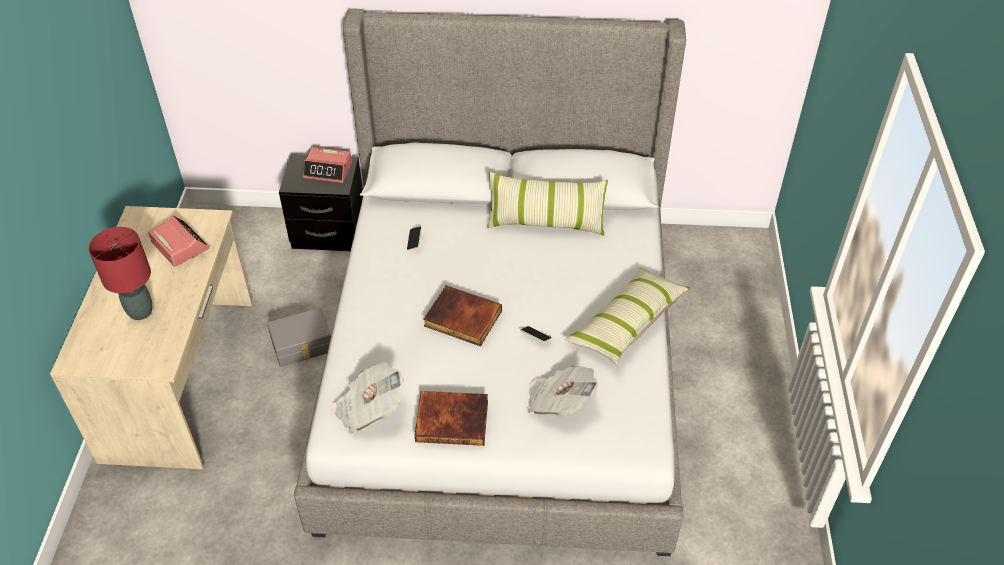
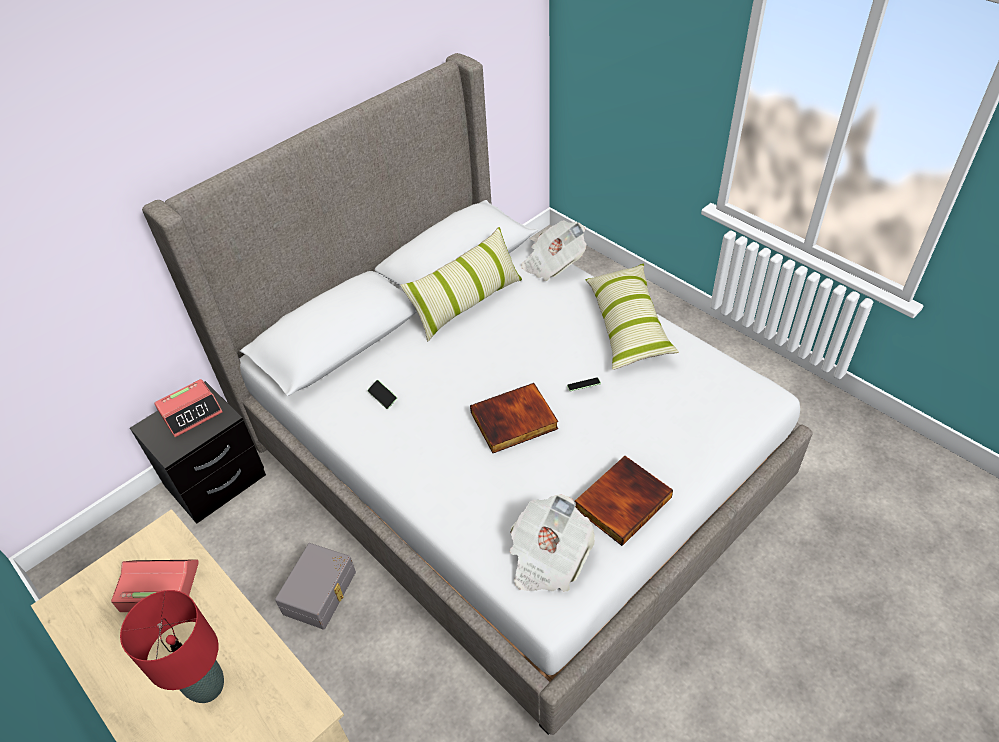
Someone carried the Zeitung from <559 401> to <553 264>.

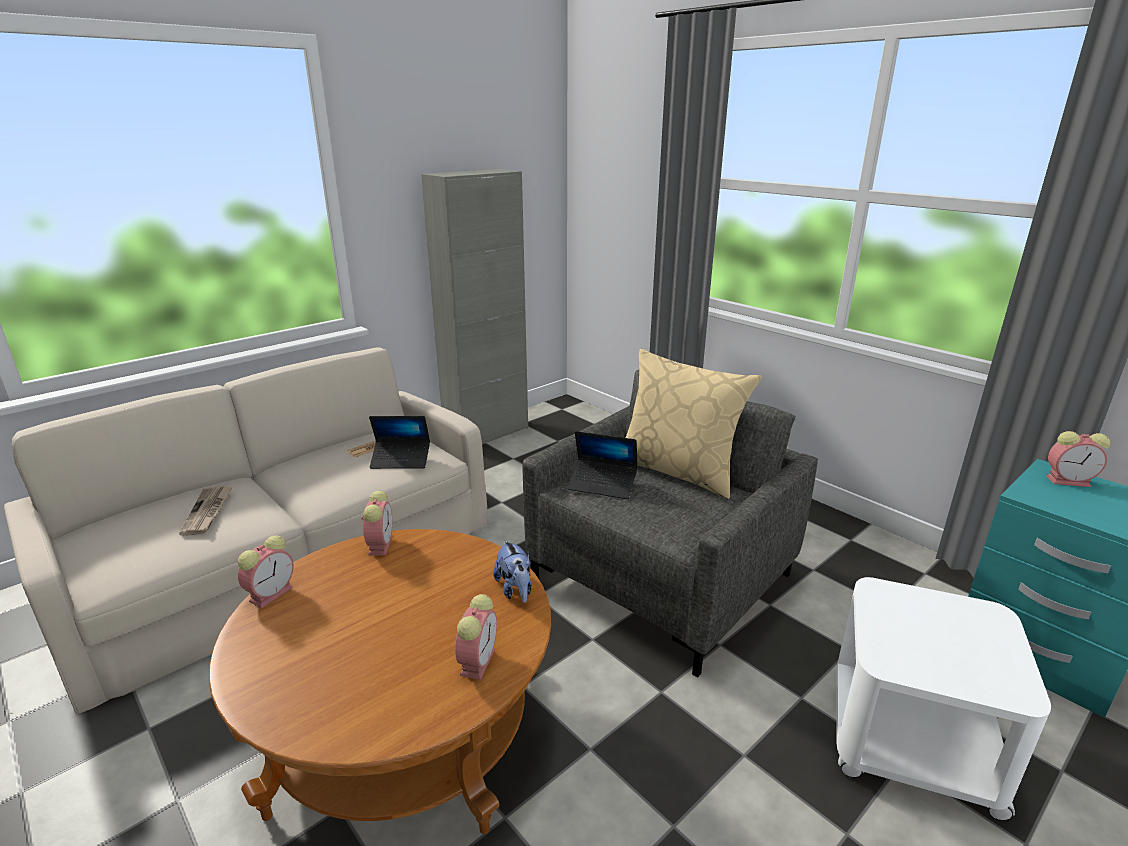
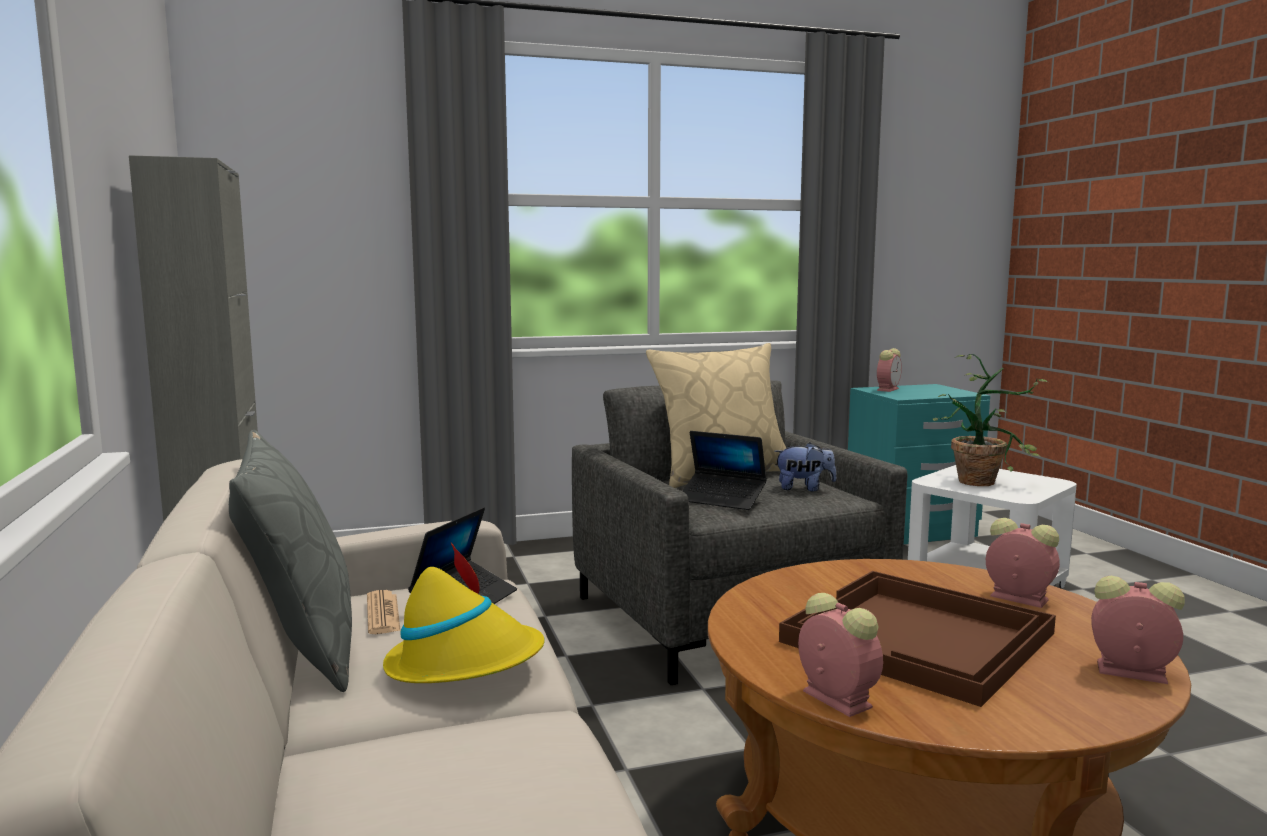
Someone rotated the Laptop at <603 484> by 75 degrees clockwise.
Someone took away the Zeitung at <208 512>.
Someone carried the Wecker from <380 544> to <1128 672>.
Someone carried the Plüschtier from <515 590> to <804 488>.
Someone put down the Topfpflanze at <984 481>.
Someone put down the Kissen [grau] at <301 646>.
Someone put down the Hut [gelb] at <464 663>.
Someone put down the Tablett [braun] at <919 639>.

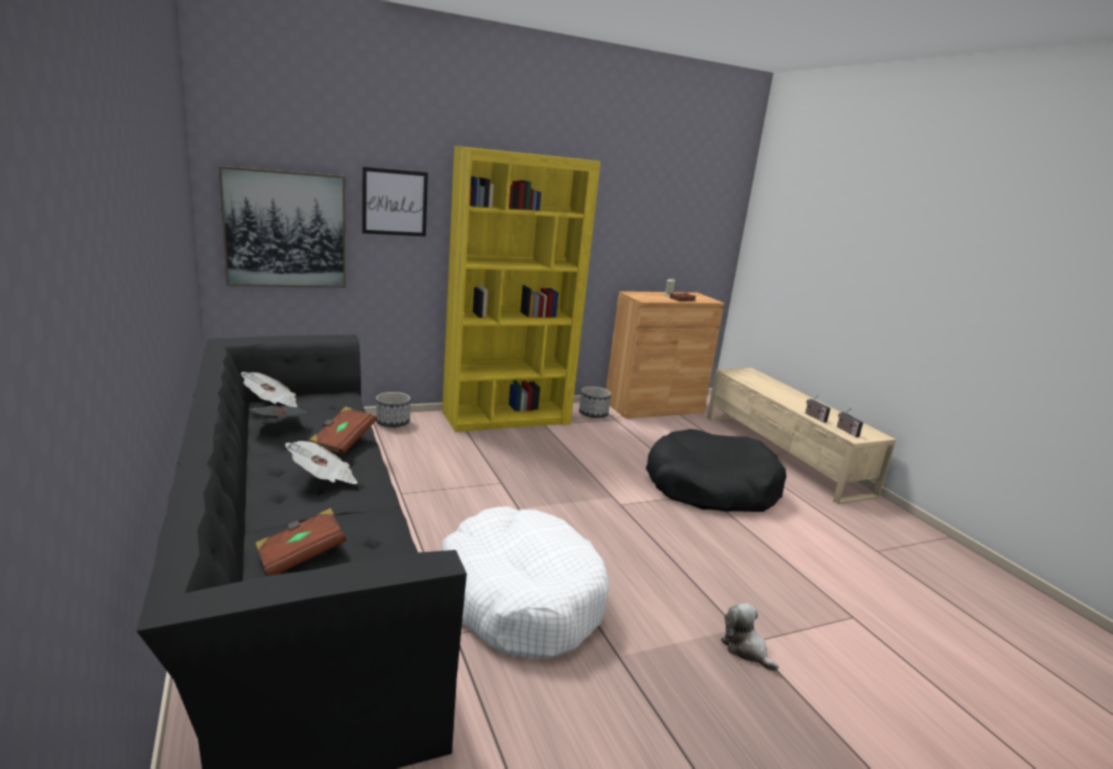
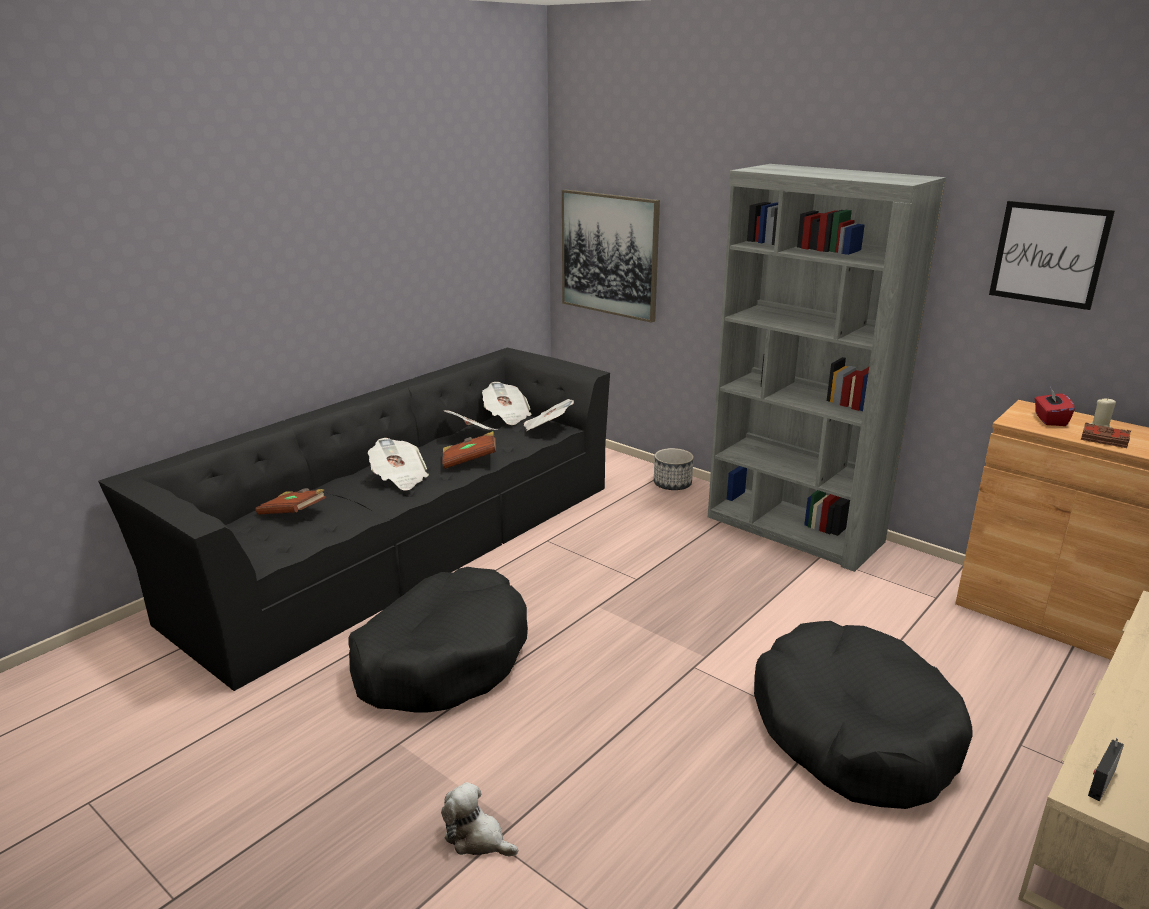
Someone repainted the Bücherregal [gelb] at <507 418>, which became the Bücherregal [grau] at <794 530>.
Someone carried the Bild from <394 202> to <1049 254>.
Someone took away the Pflanzkübel at <593 414>.
Someone took away the Radio at <814 417>.
Someone repainted the Hundebett [weiß] at <520 598>, which became the Hundebett [schwarz] at <442 658>.
Someone rotated the Plüschtier at <746 649> by 90 degrees counterclockwise.
Someone put down the Taschentuchbox [rot] at <1050 420>.
Someone put down the Zeitung at <547 428>.

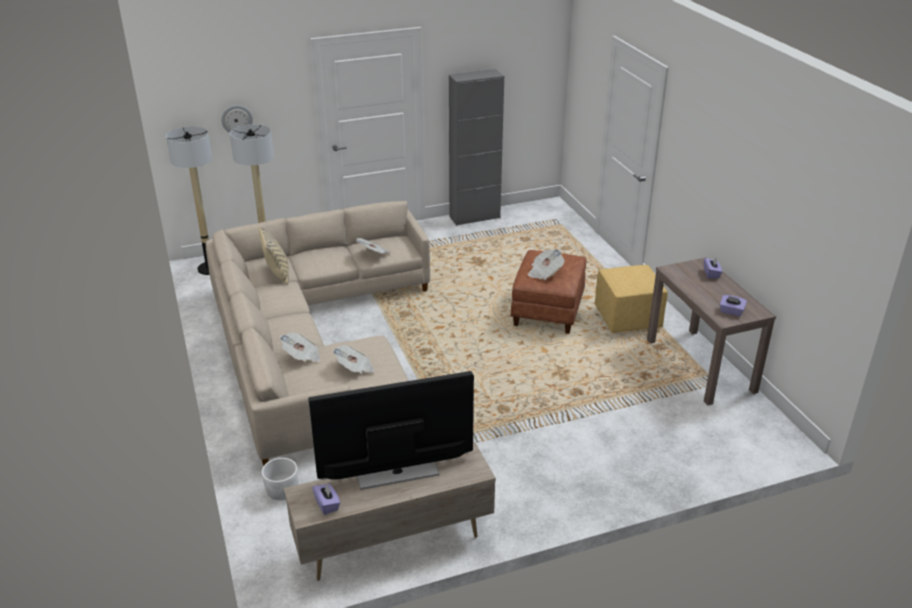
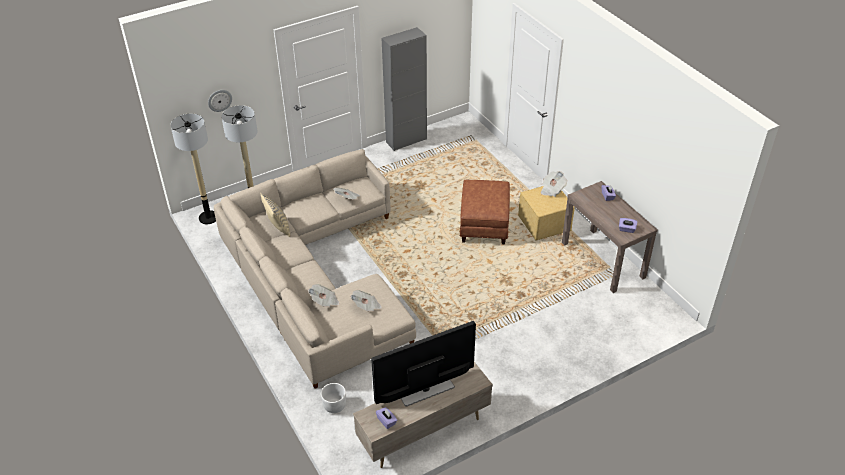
Someone carried the Zeitung from <544 272> to <552 189>.

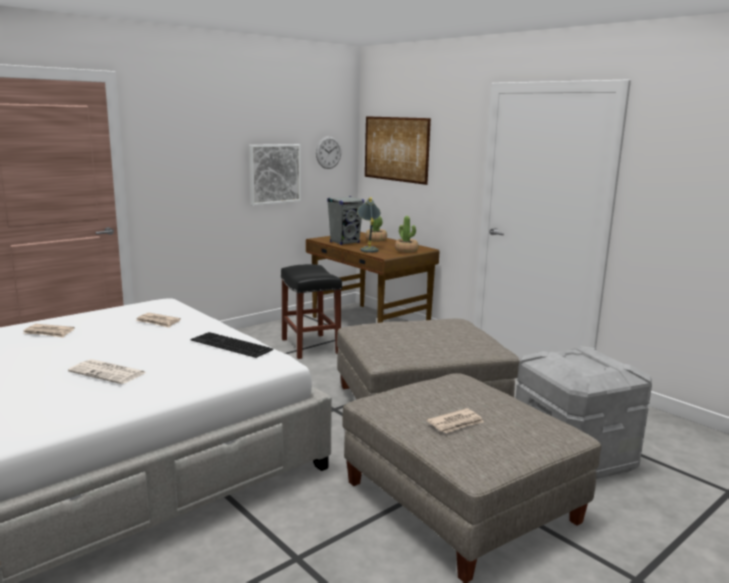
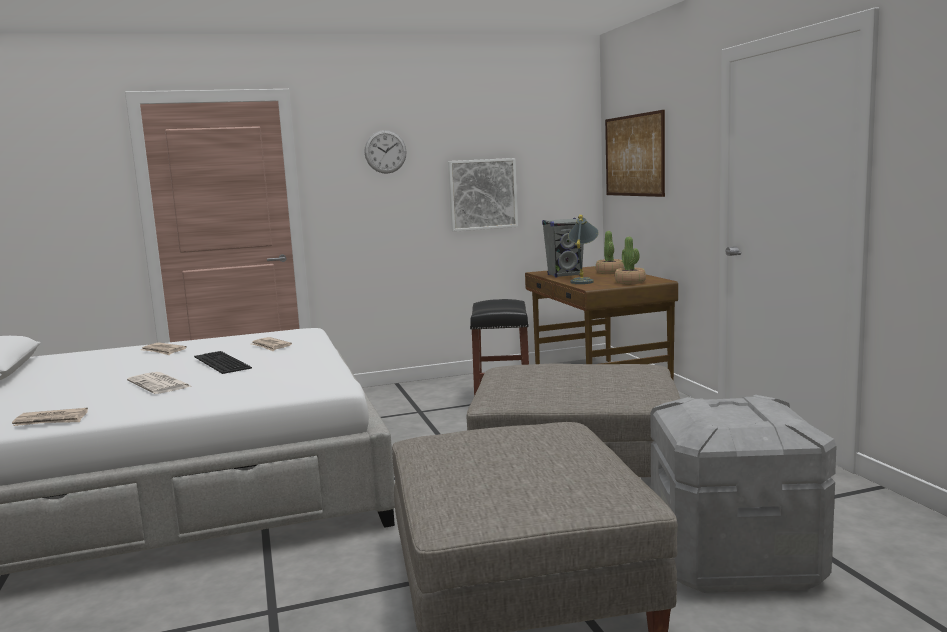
Someone carried the Wanduhr from <328 152> to <385 151>.
Someone carried the Tastatur from <229 345> to <219 362>.
Someone carried the Zeitung from <456 423> to <51 420>.

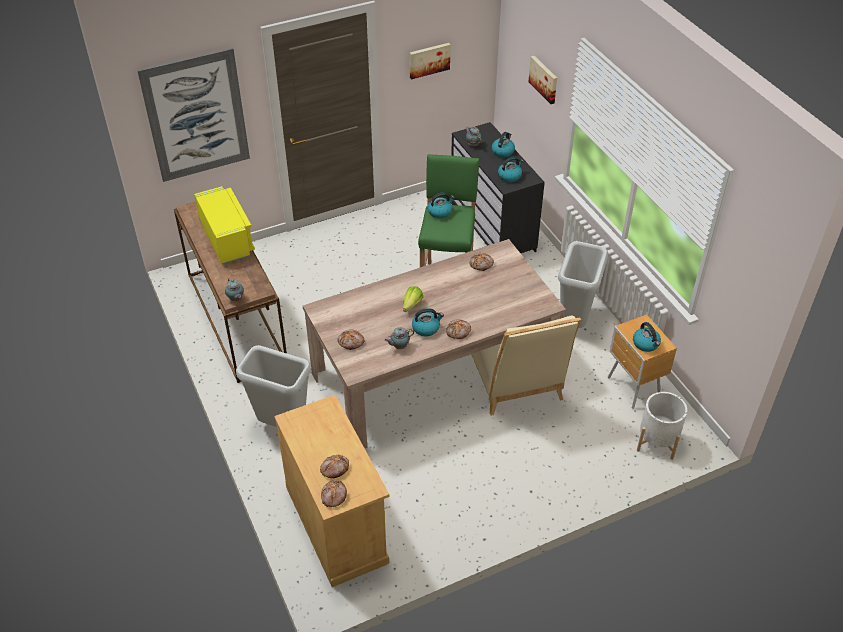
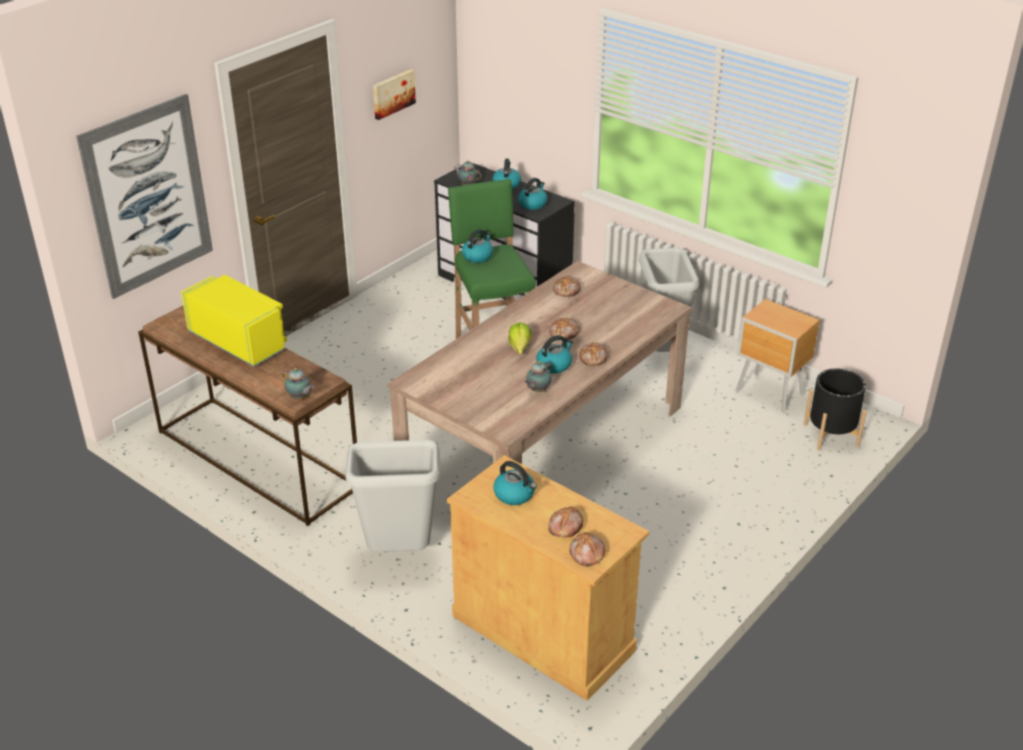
Someone took away the Bild at <544 79>.
Someone took away the Stuhl [beige] at <515 381>.
Someone carried the Wasserkessel from <646 344> to <515 494>.
Someone carried the Brot from <351 342> to <564 333>.
Someone repainted the Pflanzkübel [weiß] at <657 441>, which became the Pflanzkübel [schwarz] at <831 435>.

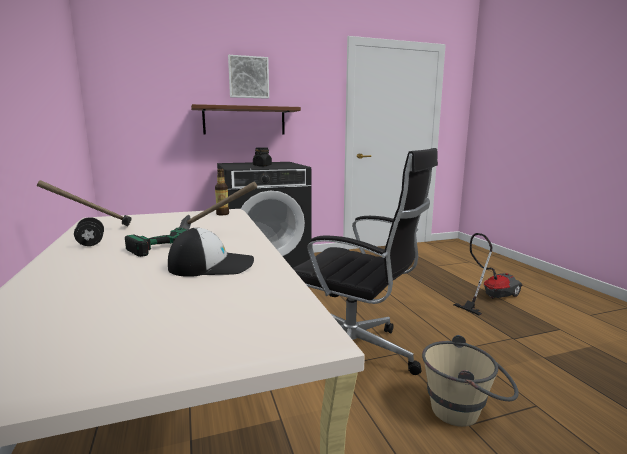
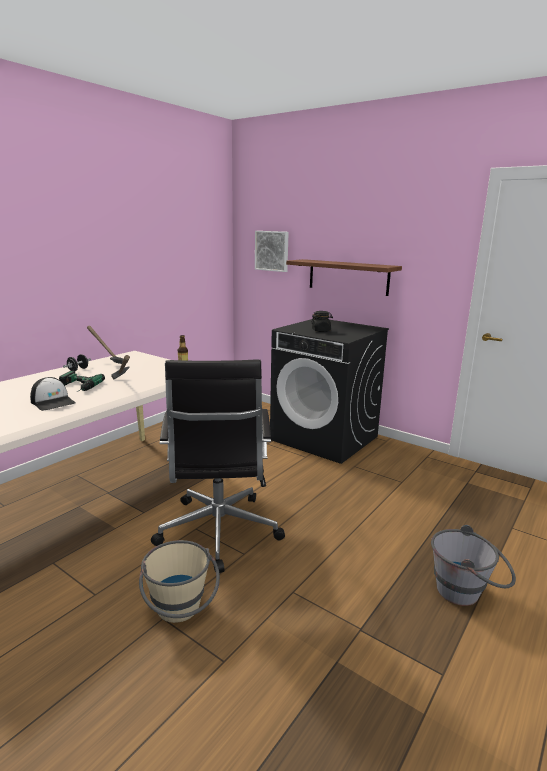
Someone carried the Bild from <248 77> to <272 251>.
Someone swapped the Staubsauger at <490 297> for the Eimer [grau] at <467 592>.

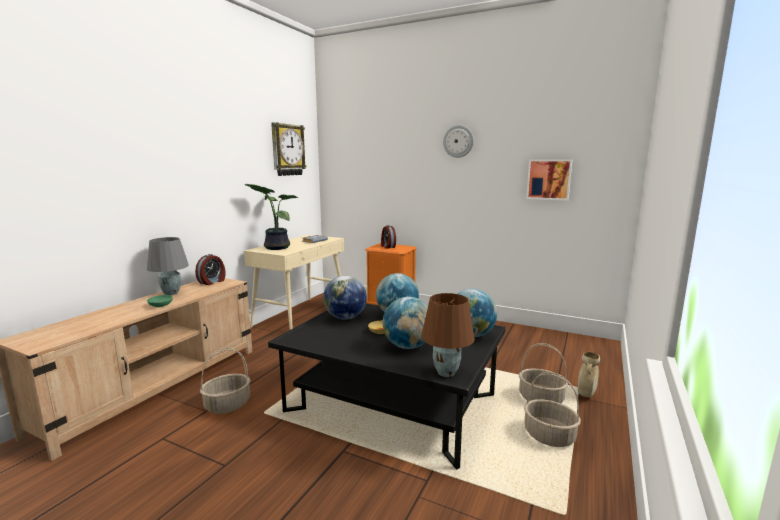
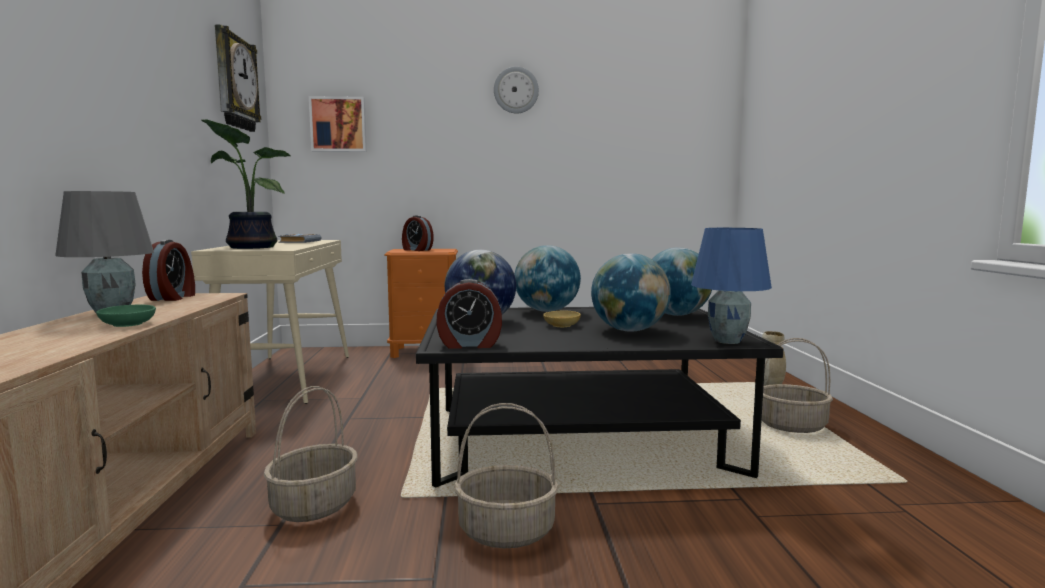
Someone carried the Bild from <549 179> to <338 124>.
Someone repainted the Tischlampe [braun] at <447 373>, which became the Tischlampe [blau] at <728 341>.
Someone carried the Korb from <541 398> to <507 531>.
Someone put down the Wecker at <469 344>.

